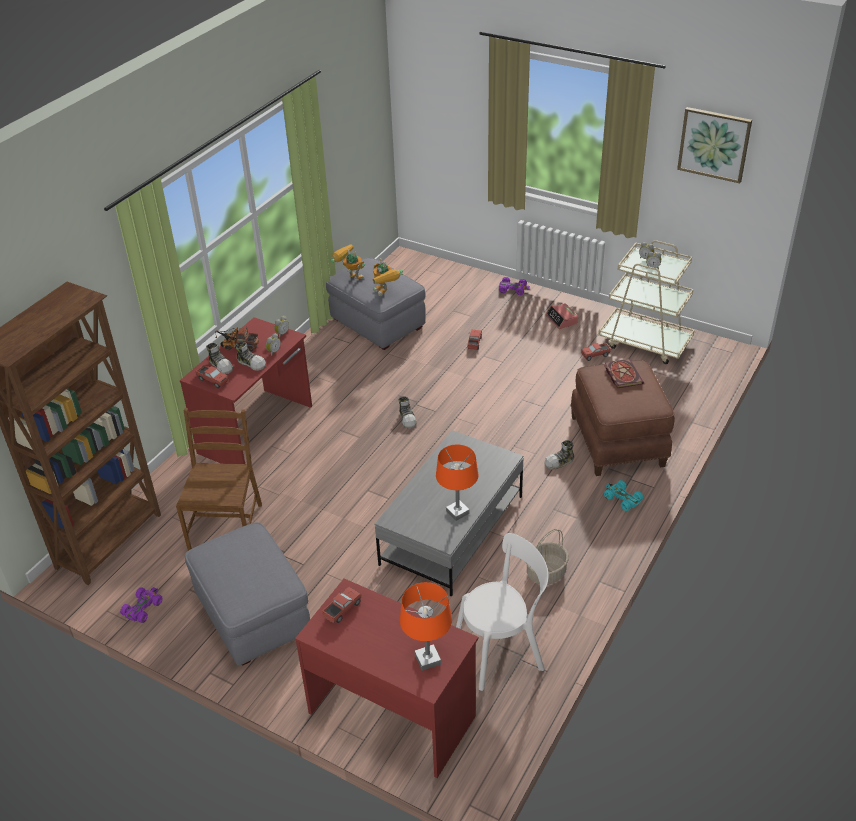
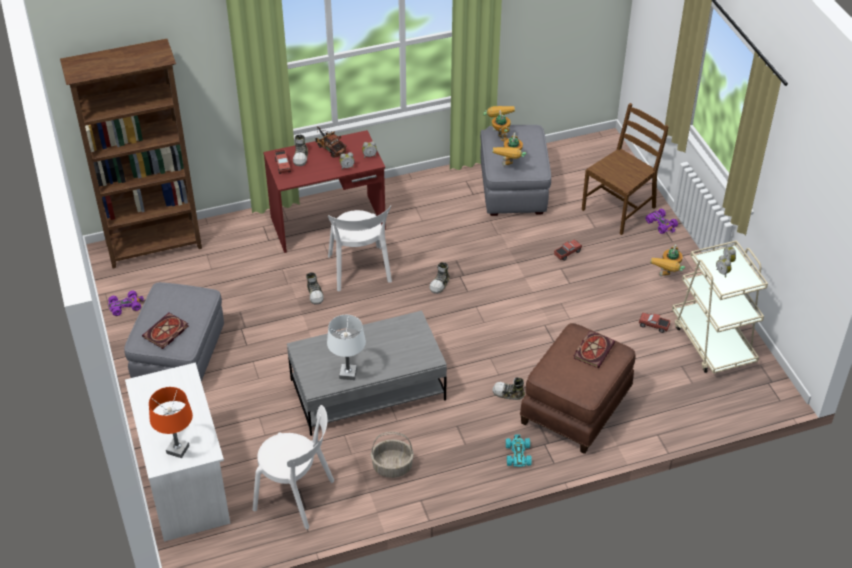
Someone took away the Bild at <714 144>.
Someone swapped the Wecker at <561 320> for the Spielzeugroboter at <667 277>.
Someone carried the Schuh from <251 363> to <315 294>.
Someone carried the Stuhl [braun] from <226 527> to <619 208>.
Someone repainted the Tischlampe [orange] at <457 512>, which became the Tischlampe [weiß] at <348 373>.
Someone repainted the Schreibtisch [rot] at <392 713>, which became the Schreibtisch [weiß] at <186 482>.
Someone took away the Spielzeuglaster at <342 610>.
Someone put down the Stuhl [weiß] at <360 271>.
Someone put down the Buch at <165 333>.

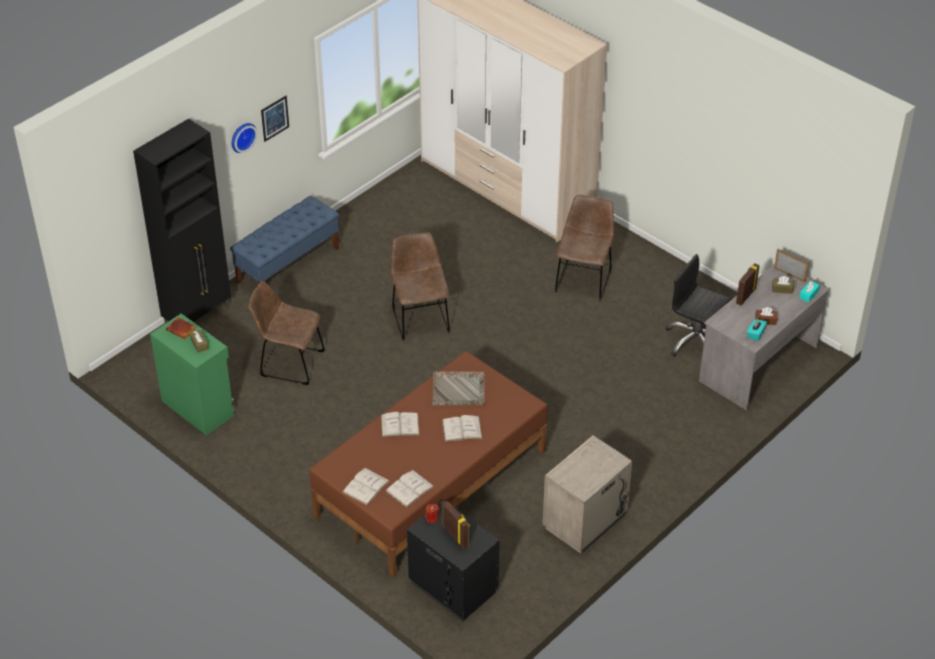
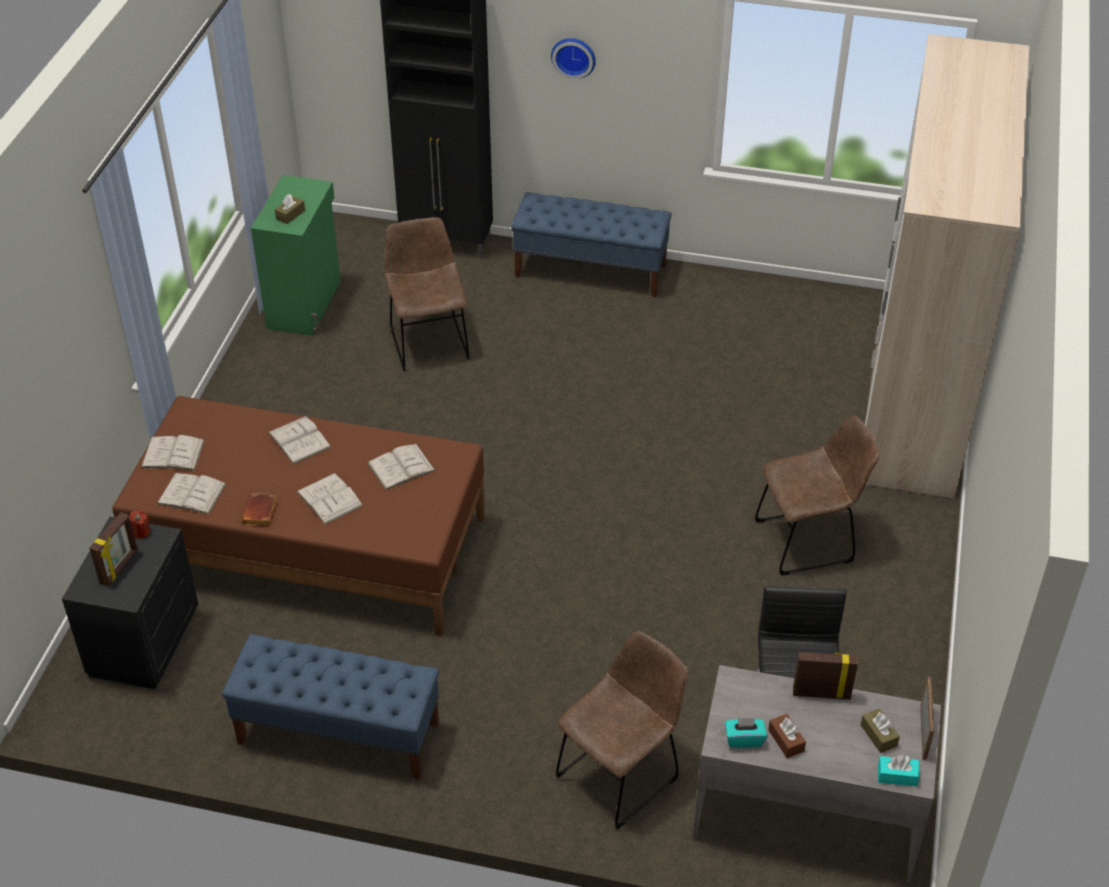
Someone took away the Bild at <274 118>.
Someone carried the Stuhl [braun] from <420 318> to <621 773>.
Someone carried the Buch [braun] from <182 330> to <261 513>.
Someone swapped the Tablett [grau] at <459 389> for the Buch [weiß] at <401 467>.
Someone swapped the Nachttisch [beige] at <585 521> for the Bank [blau] at <338 733>.

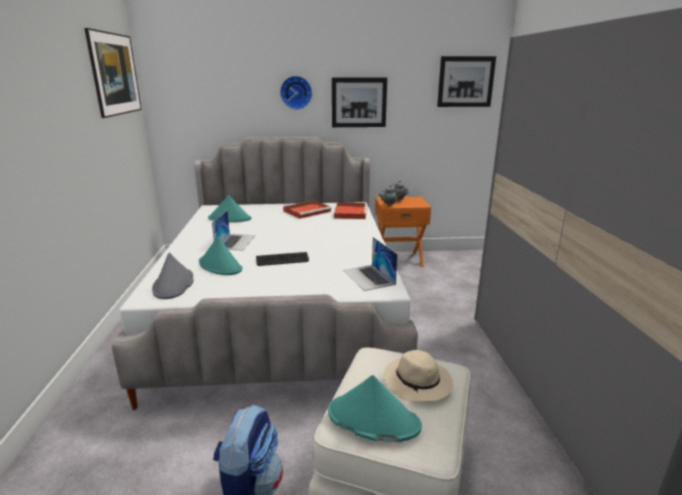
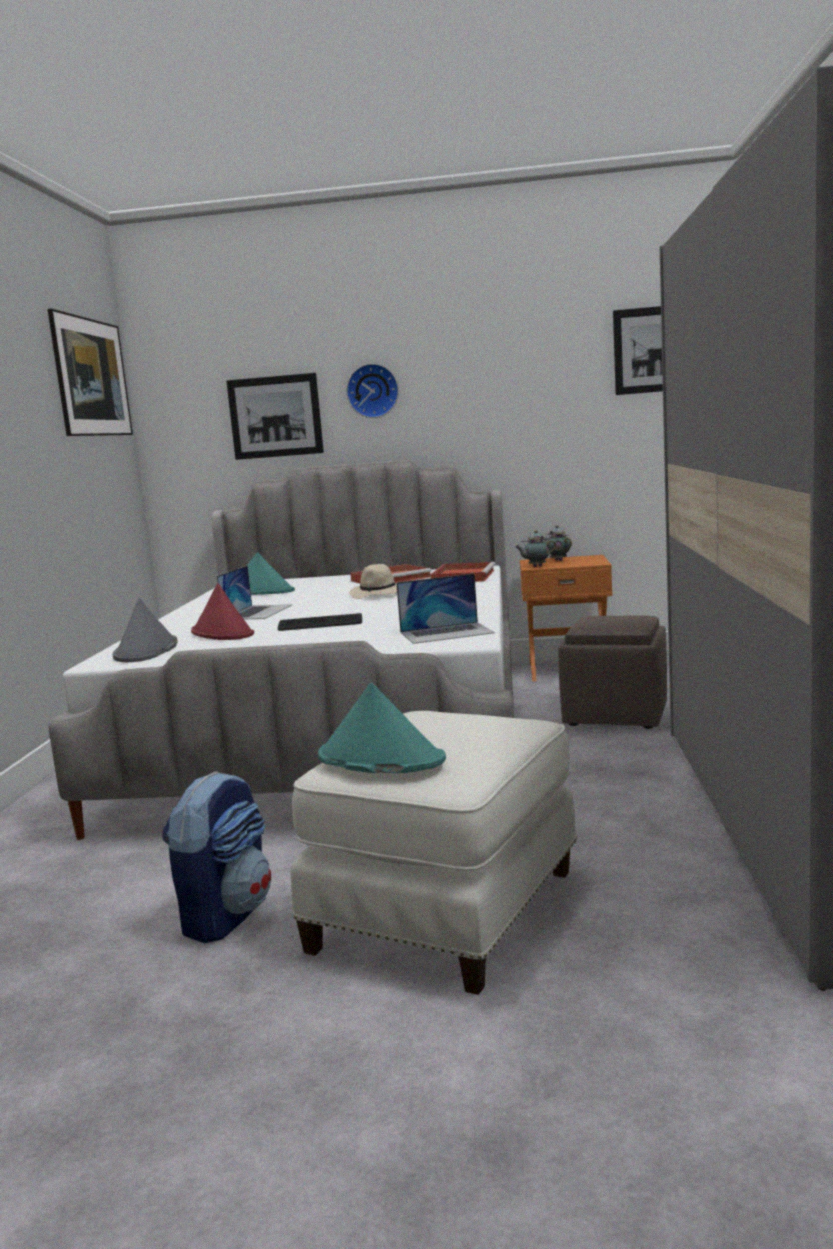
Someone carried the Bild from <359 102> to <275 416>.
Someone repainted the Hut [türkis] at <220 266>, which became the Hut [rot] at <222 633>.
Someone rotated the Laptop at <368 277> by 90 degrees counterclockwise.
Someone carried the Hut [beige] from <418 383> to <379 594>.
Someone put down the Polsterhocker [braun] at <617 714>.

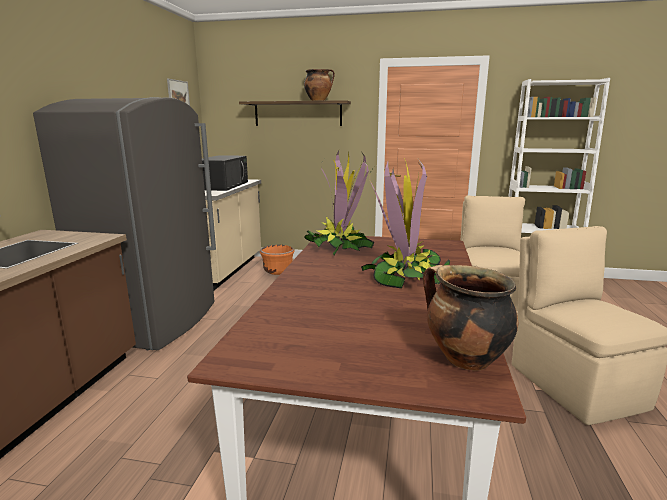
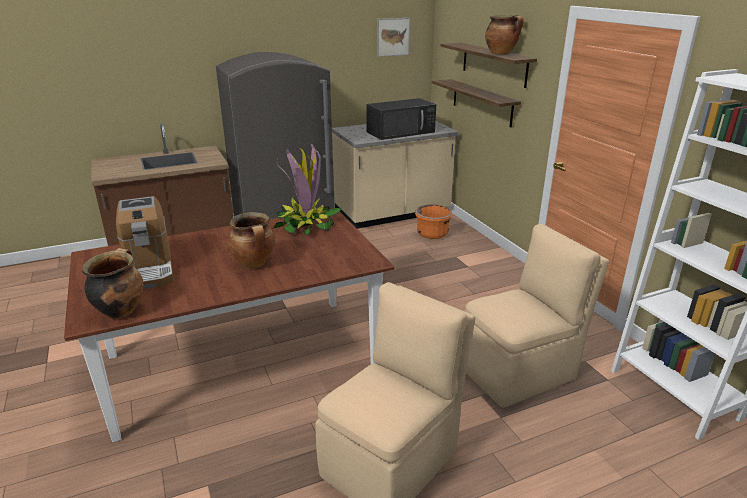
Someone swapped the Topfpflanze at <404 276> for the Kochtopf at <255 264>.
Someone put up the Wandregal at <482 102>.
Someone put down the Kaffeemaschine at <149 269>.

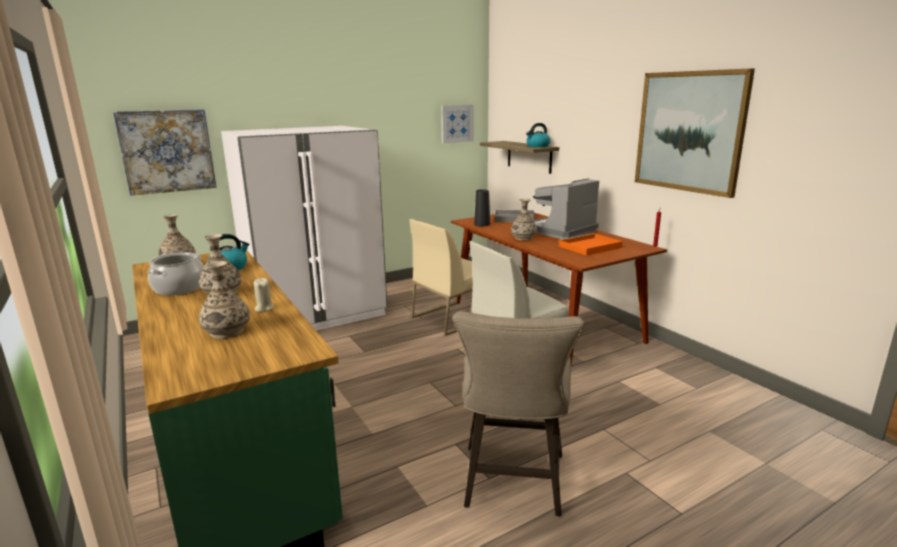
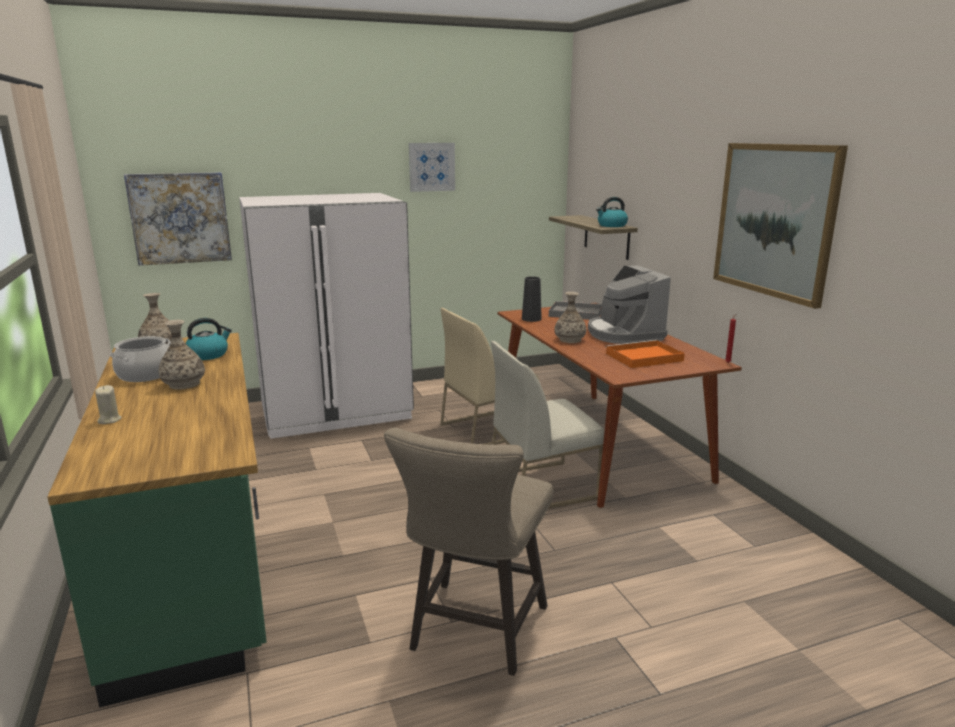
Someone carried the Bild from <457 123> to <431 167>.
Someone rotated the Kaffeemaschine at <562 231> by 75 degrees counterclockwise.
Someone took away the Vase at <226 331>.
Someone carried the Kerze [beige] from <264 308> to <109 420>.

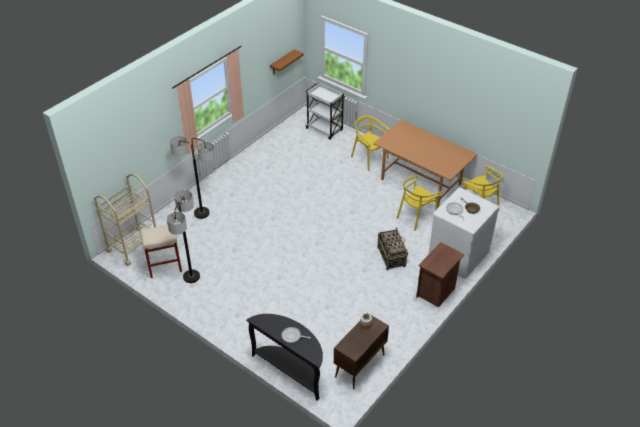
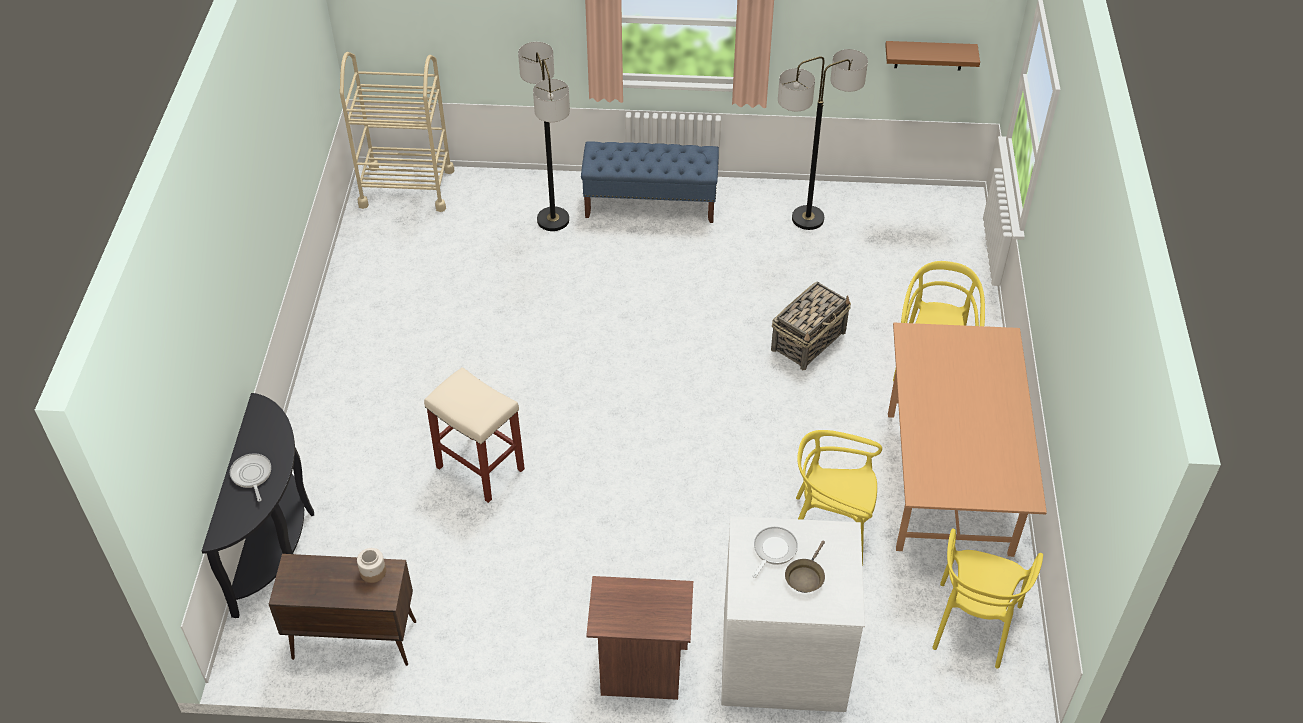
Someone took away the Rollwagen [weiß] at <325 130>.
Someone carried the Stehlampe from <191 276> to <808 218>.
Someone carried the Hocker [beige] from <165 266> to <481 468>.
Someone carried the Korb from <391 256> to <809 340>.
Someone put down the Bank [blau] at <651 204>.

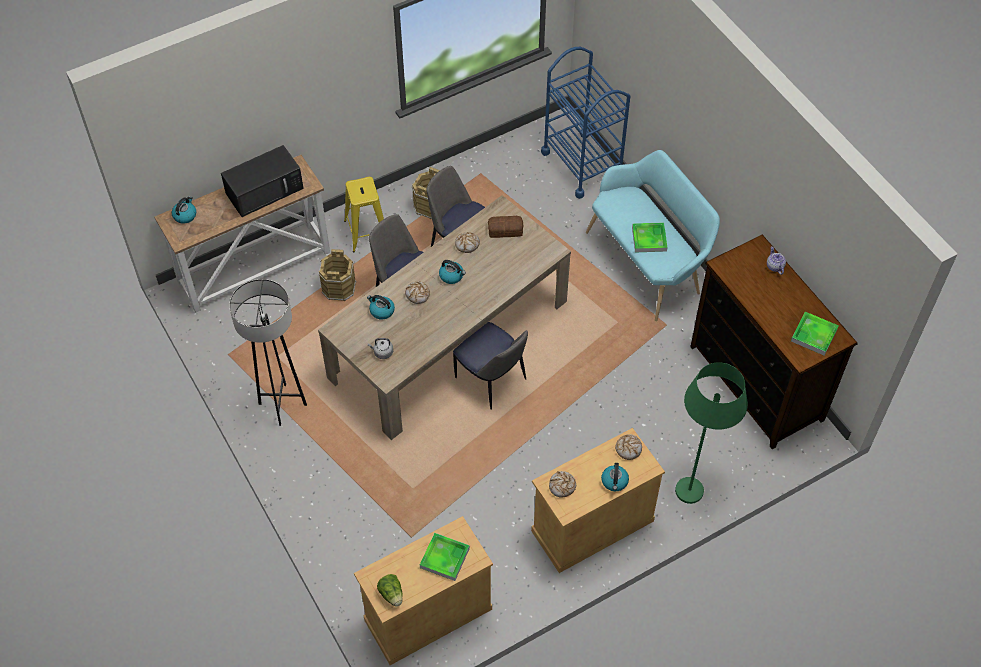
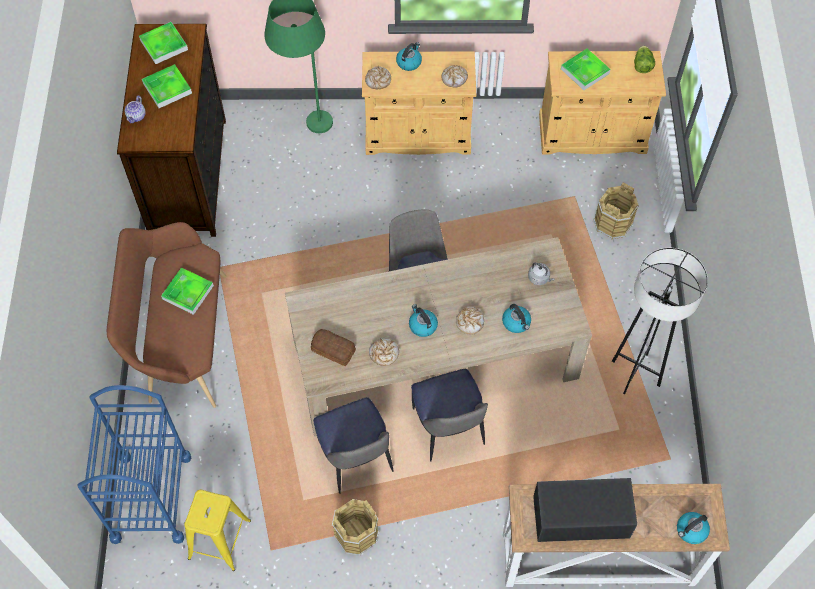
Someone repainted the Bank [türkis] at <648 262>, which became the Bank [braun] at <181 340>.
Someone carried the Hocker [gelb] from <367 232> to <219 539>.
Someone carried the Eimer [braun] from <338 288> to <613 223>.
Someone put down the Tablett at <167 88>.

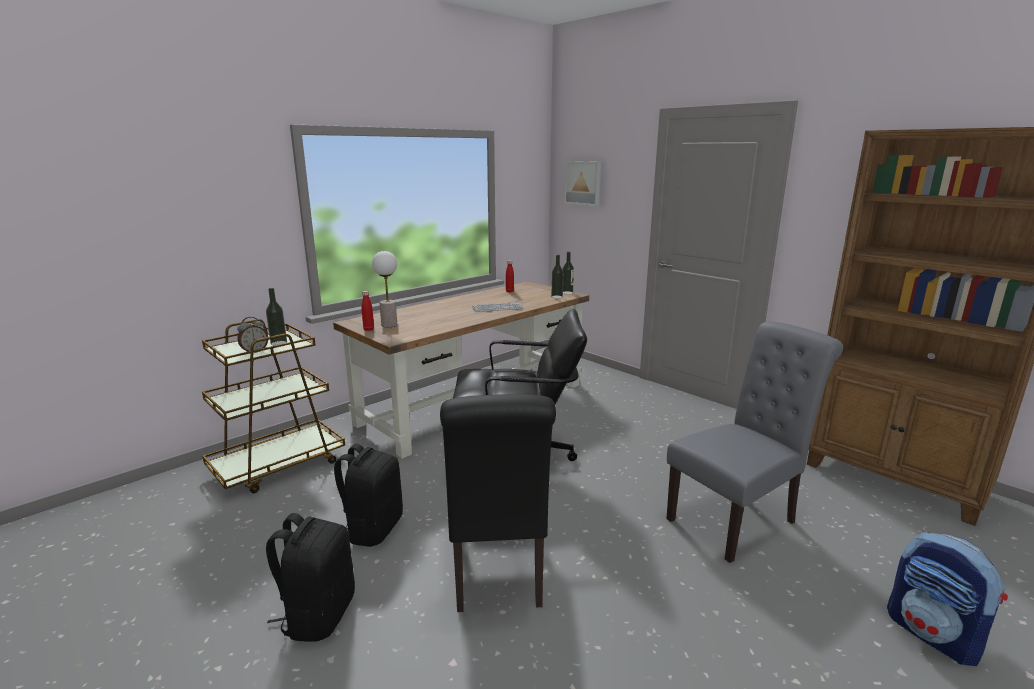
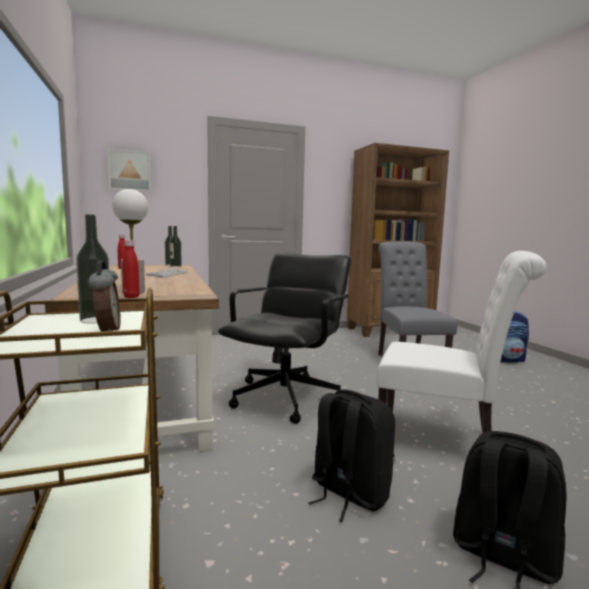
Someone repainted the Stuhl [schwarz] at <497 571>, which became the Stuhl [weiß] at <443 440>.

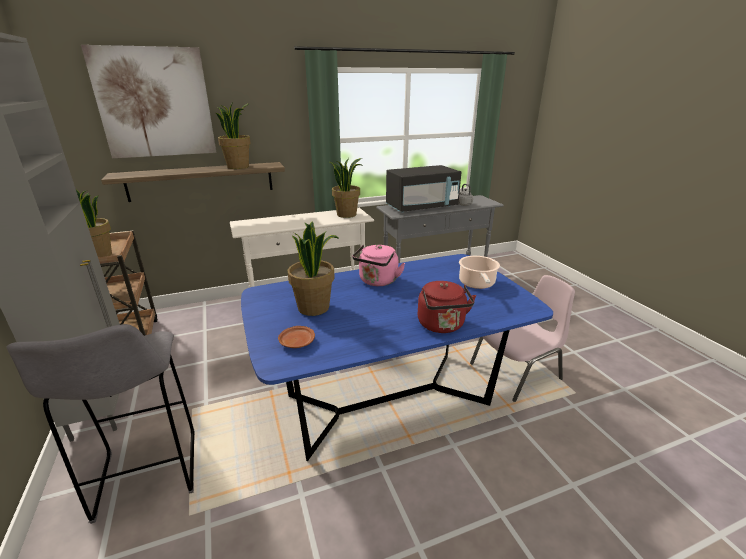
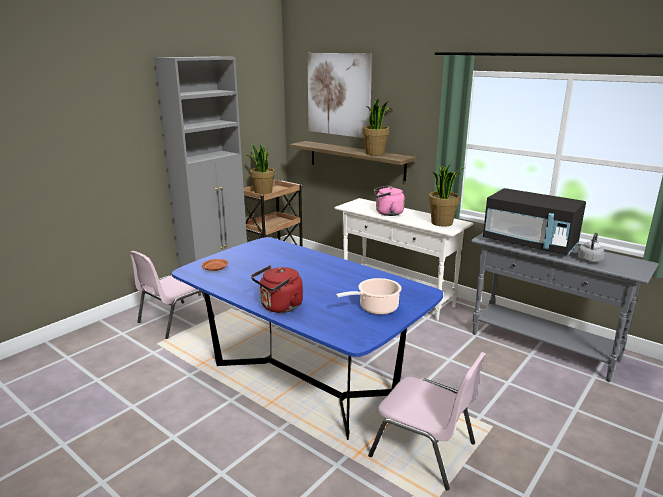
Someone took away the Topfpflanze at <314 308>.
Someone carried the Wasserkessel [rosa] from <377 281> to <387 213>.
Someone swapped the Hocker [grau] at <147 476> for the Stuhl [rosa] at <174 320>.

